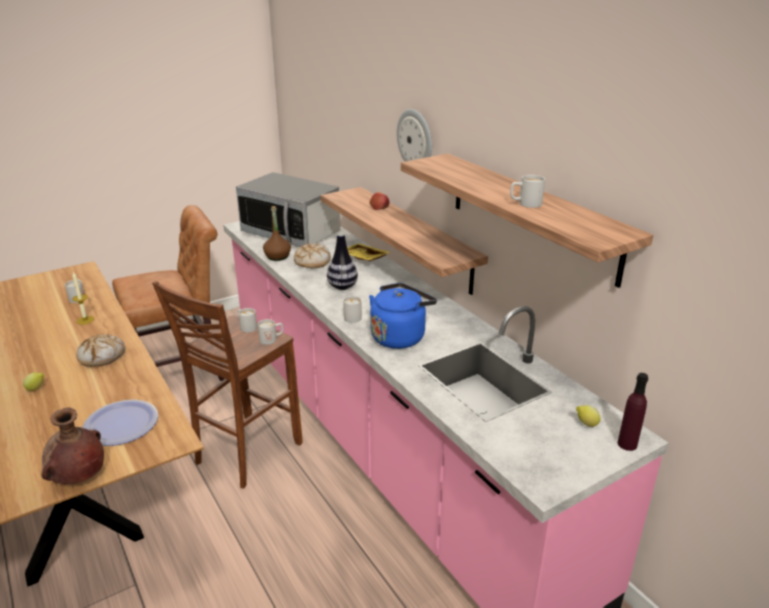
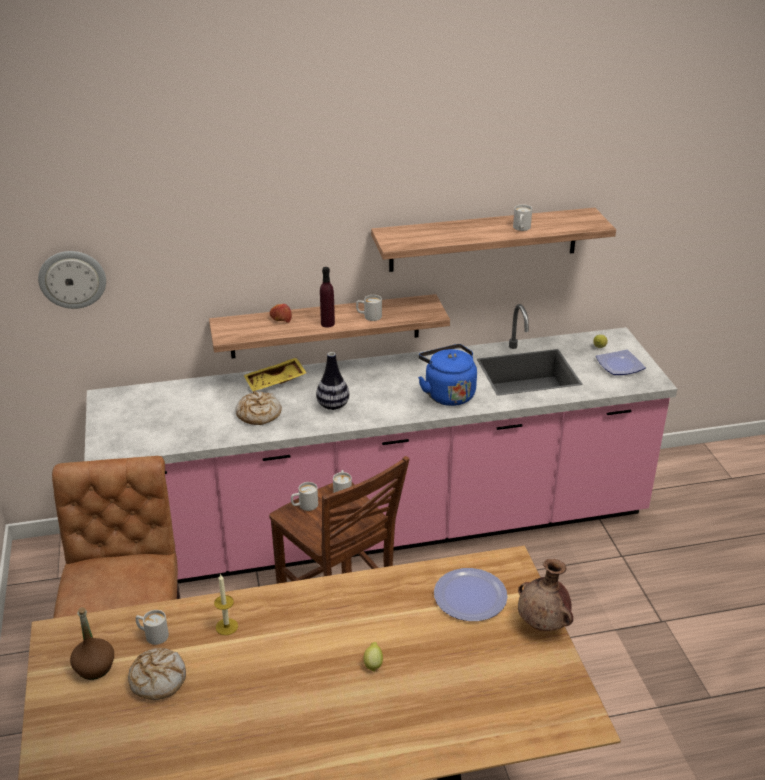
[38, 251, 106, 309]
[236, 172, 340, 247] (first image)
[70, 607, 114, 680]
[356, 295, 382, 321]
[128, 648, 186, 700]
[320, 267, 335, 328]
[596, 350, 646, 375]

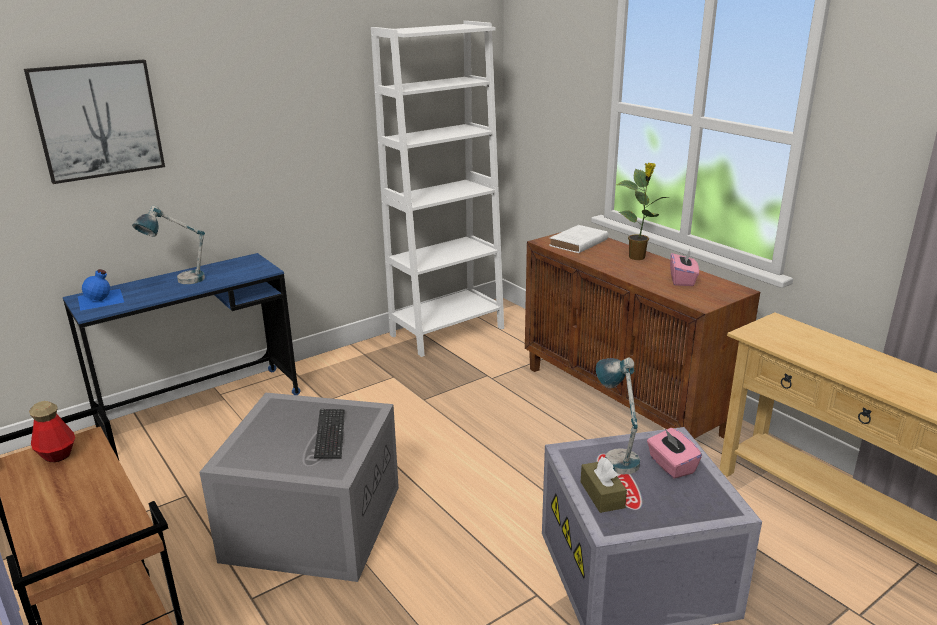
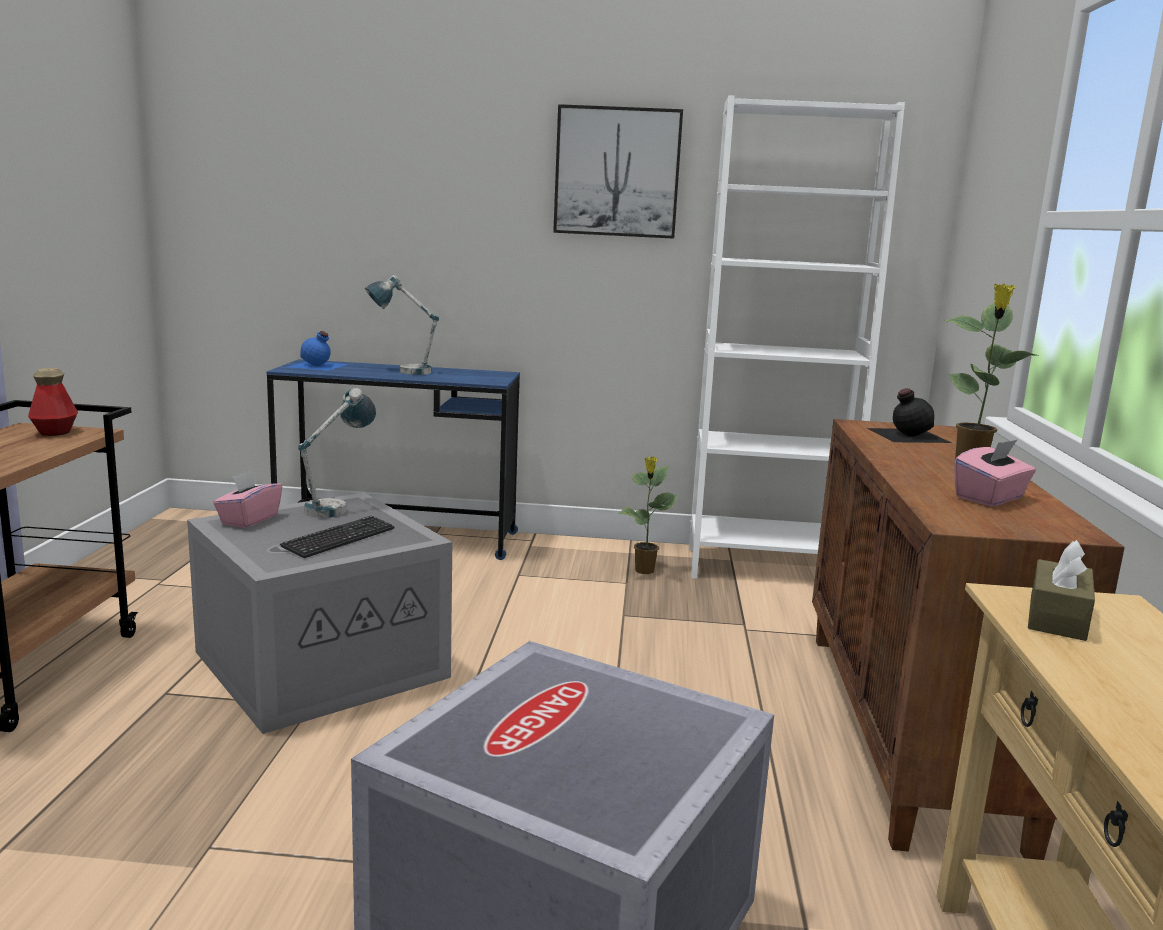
[553, 104, 683, 239]
[867, 388, 951, 443]
[298, 388, 376, 518]
[213, 470, 282, 528]
[1028, 540, 1095, 641]
[619, 456, 678, 574]

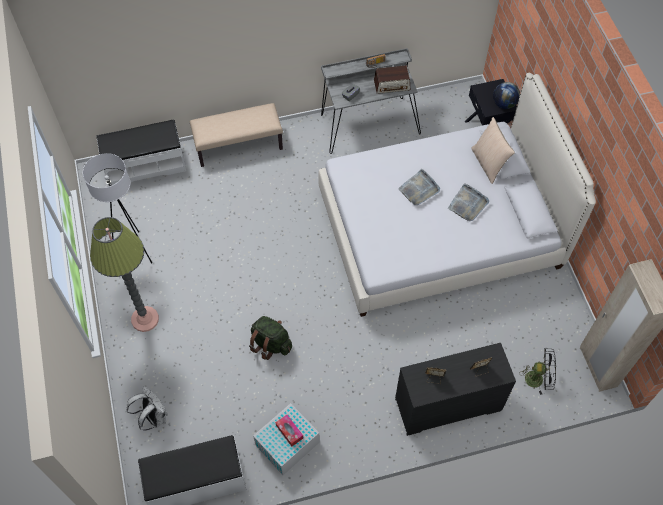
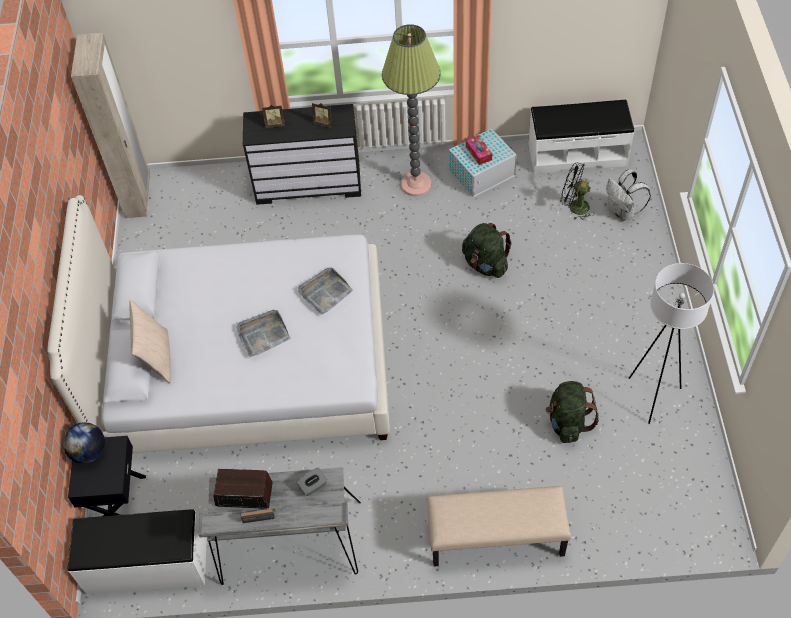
[68, 509, 207, 595]
[298, 268, 353, 315]
[382, 24, 441, 196]
[561, 162, 594, 220]
[546, 381, 599, 443]

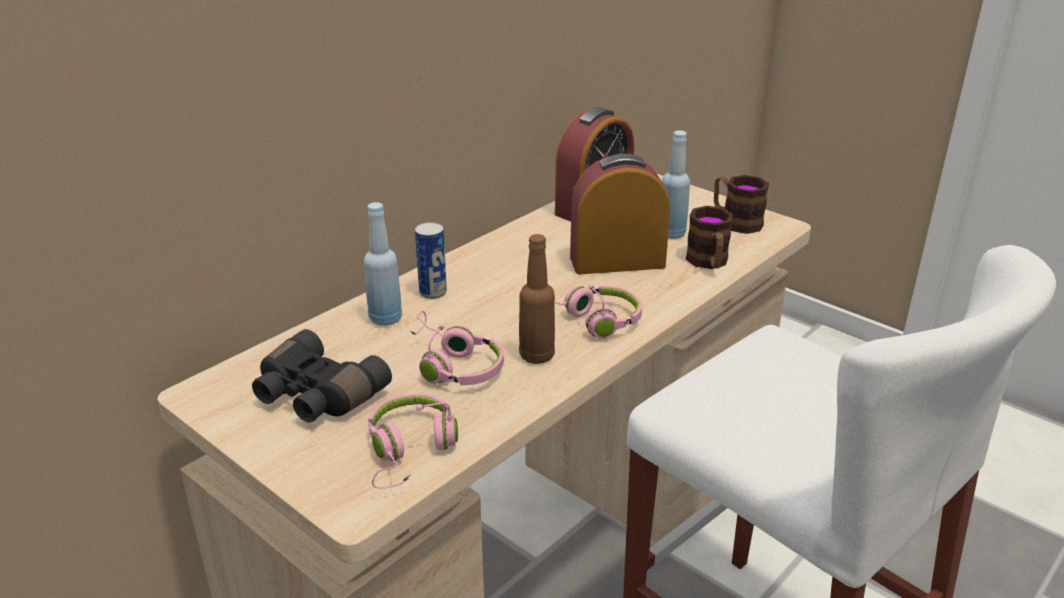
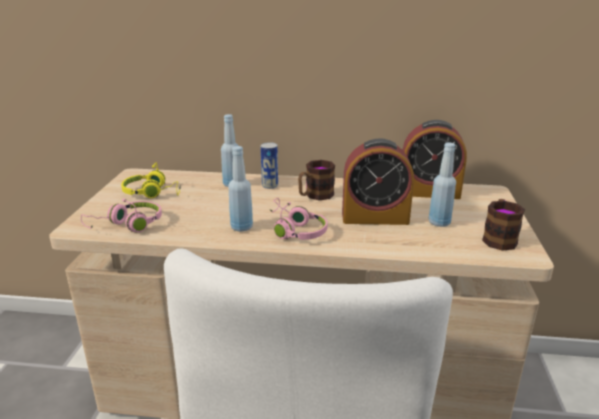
[342, 138, 414, 225]
[298, 160, 335, 200]
[228, 146, 253, 232]
[410, 311, 504, 385] (first image)
[121, 163, 181, 198]

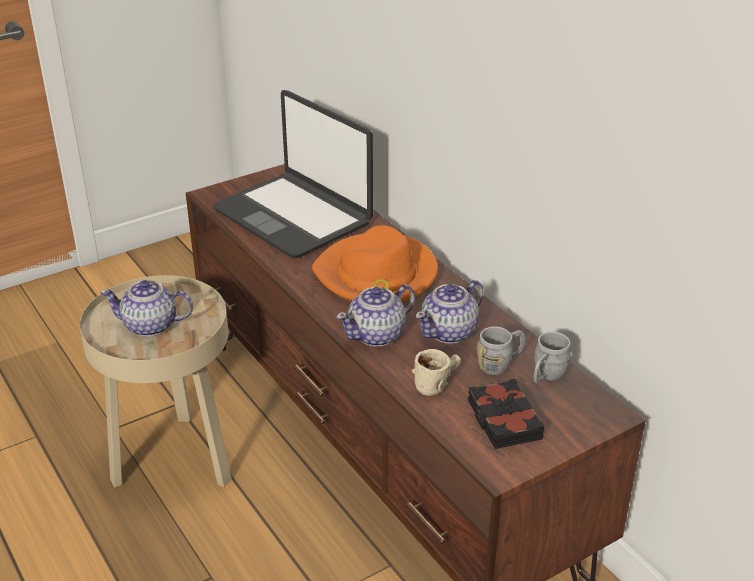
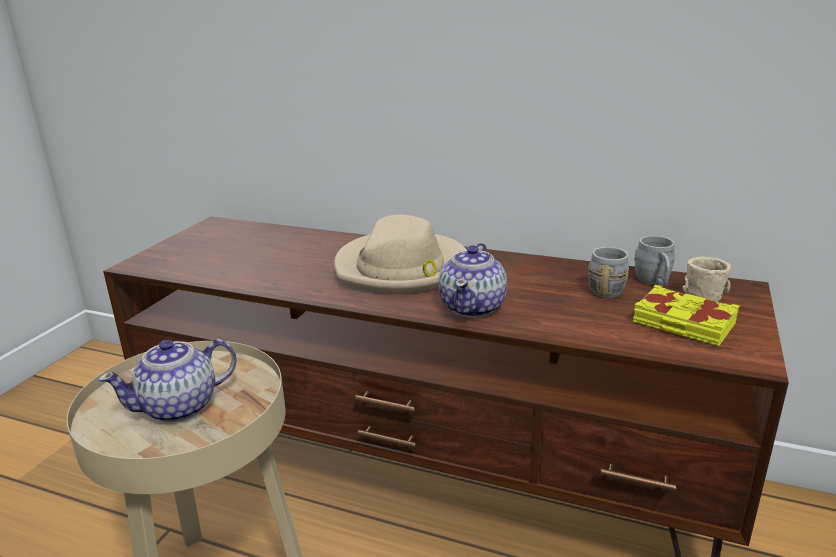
[213, 90, 373, 258] (first image)
[334, 214, 466, 293]
[415, 280, 483, 344] (first image)
[682, 256, 731, 302]
[633, 285, 739, 346]

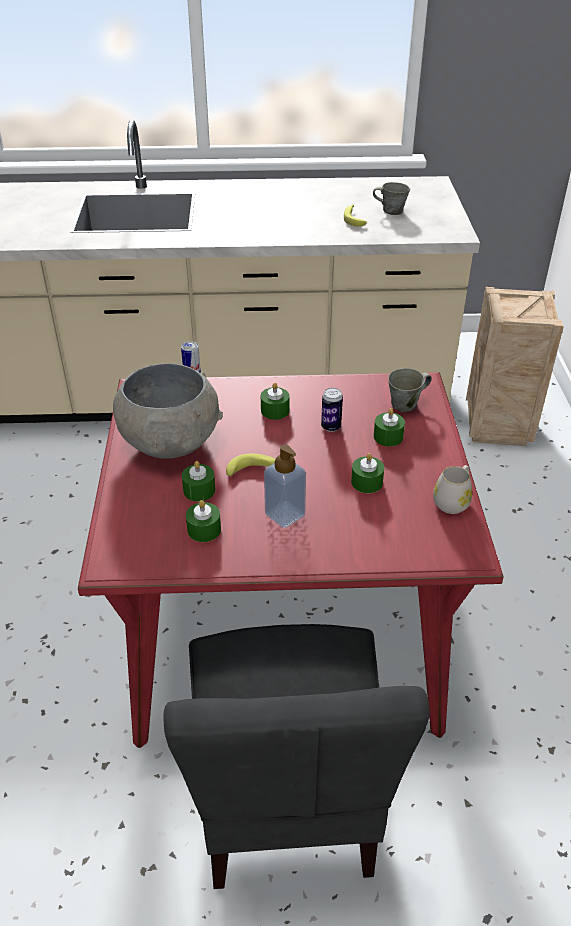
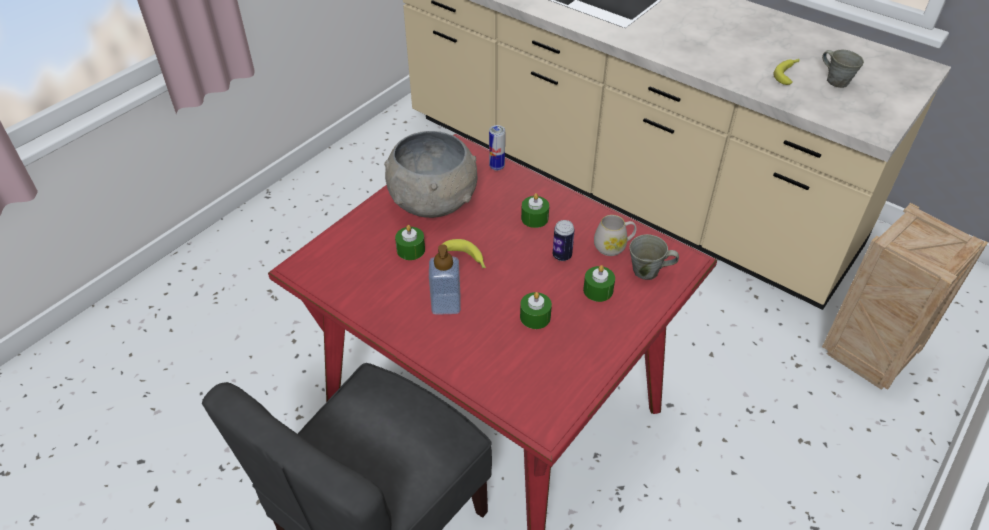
[594, 215, 636, 256]
[186, 500, 221, 542] (first image)

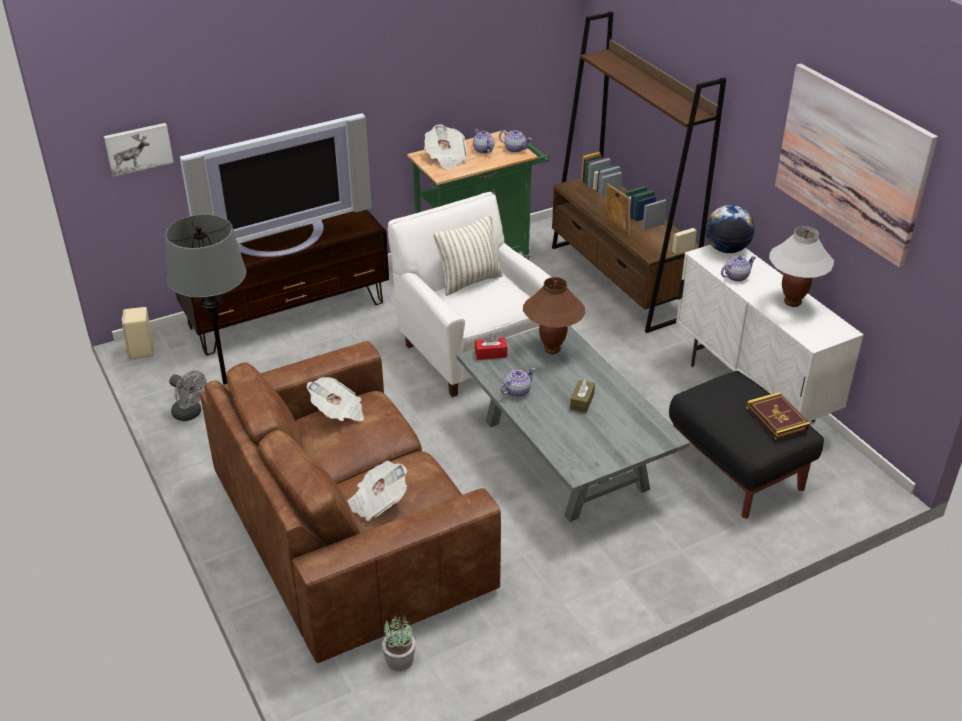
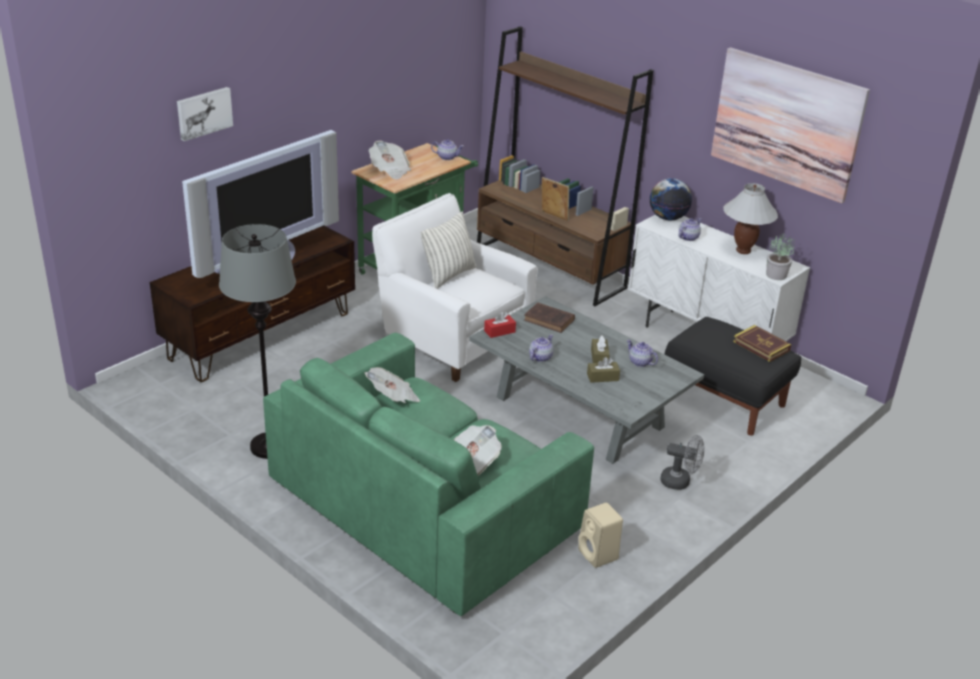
[177, 87, 233, 141]
[627, 340, 658, 367]
[524, 302, 575, 333]
[578, 503, 623, 568]
[263, 333, 594, 616]
[660, 435, 704, 490]
[766, 233, 795, 280]
[587, 357, 620, 383]

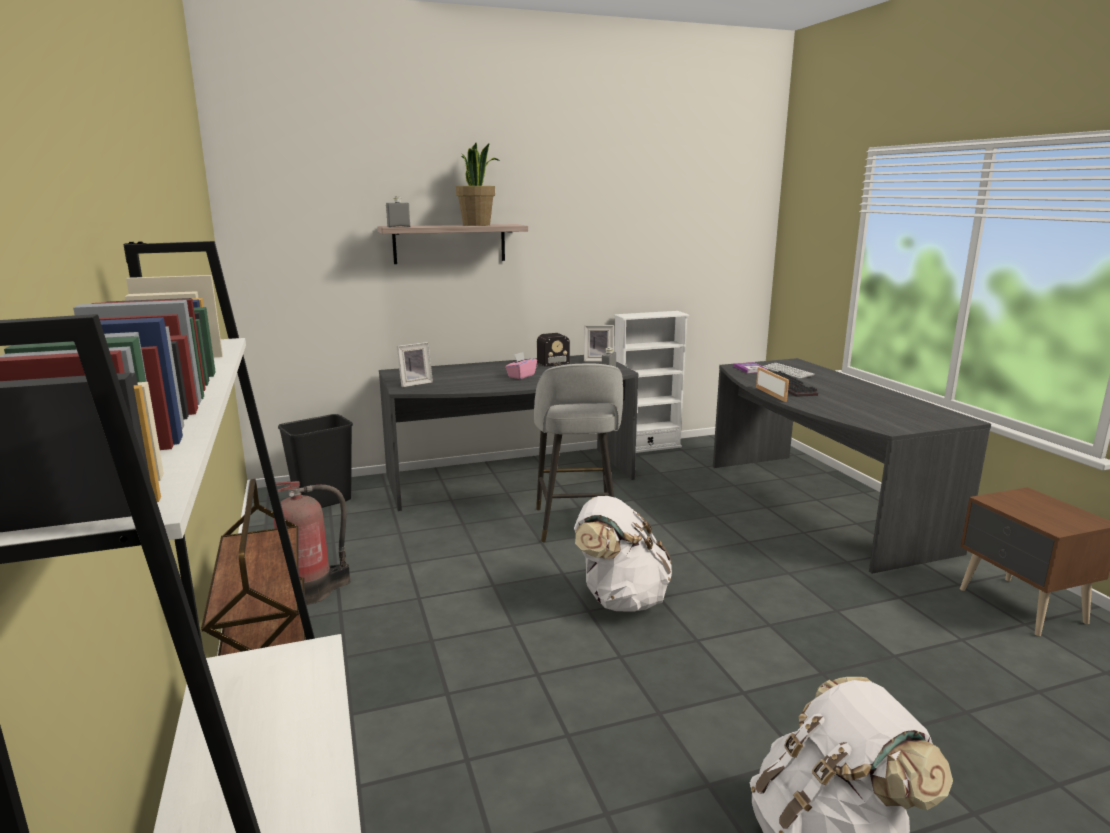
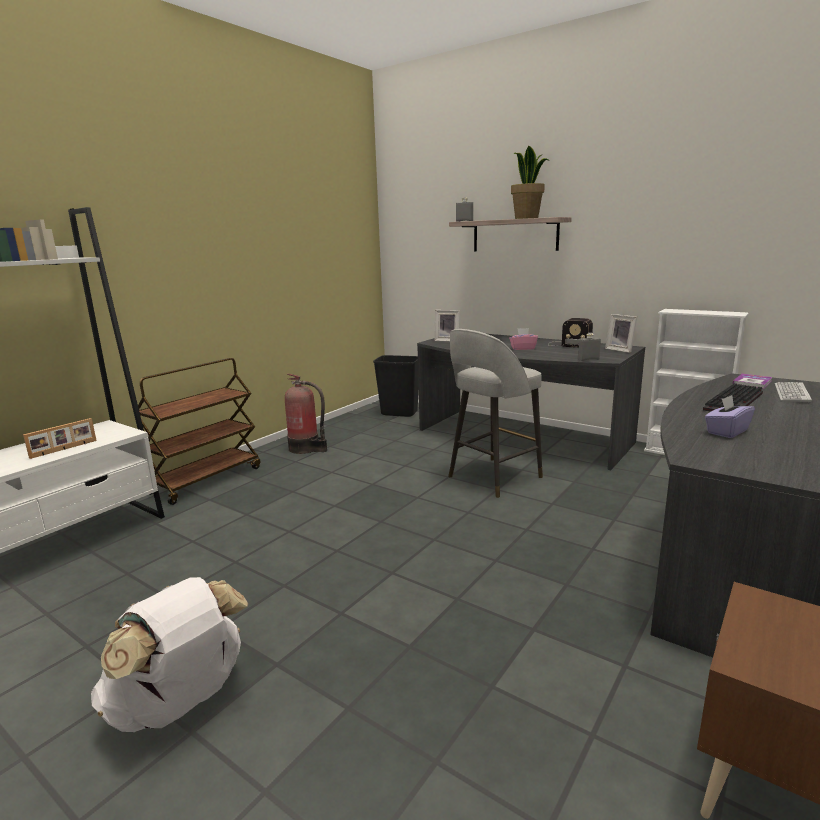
[23, 418, 97, 459]
[574, 496, 672, 612] (first image)
[705, 395, 755, 438]

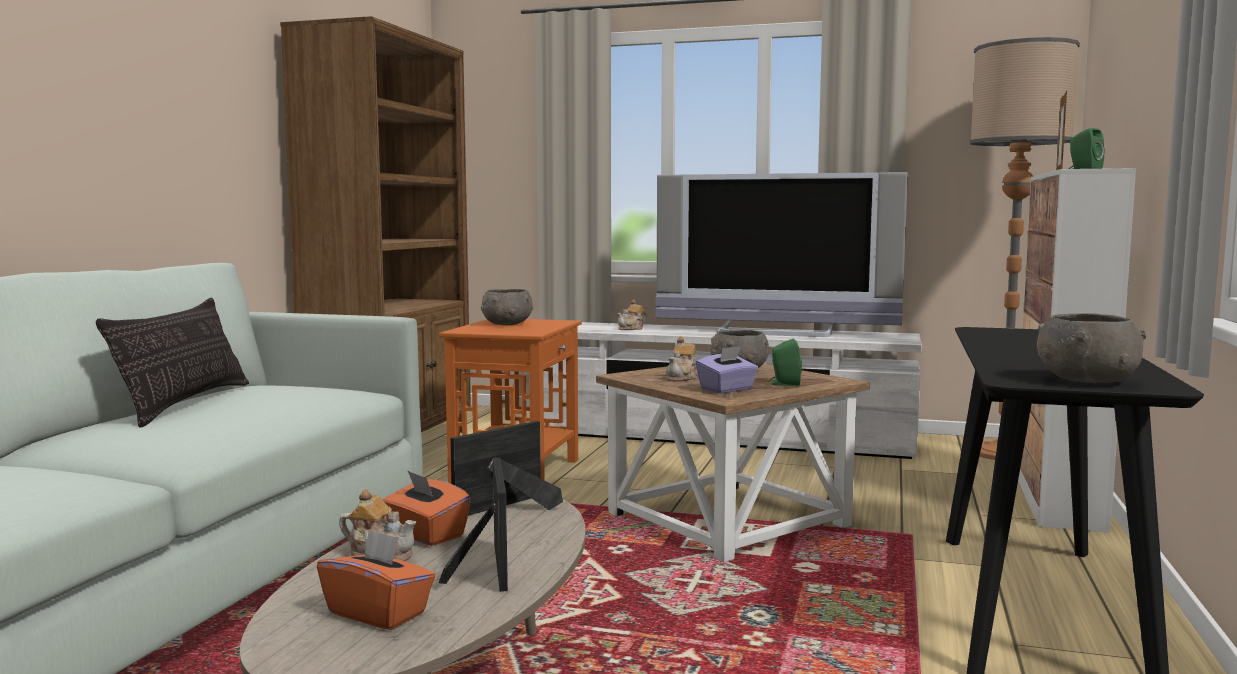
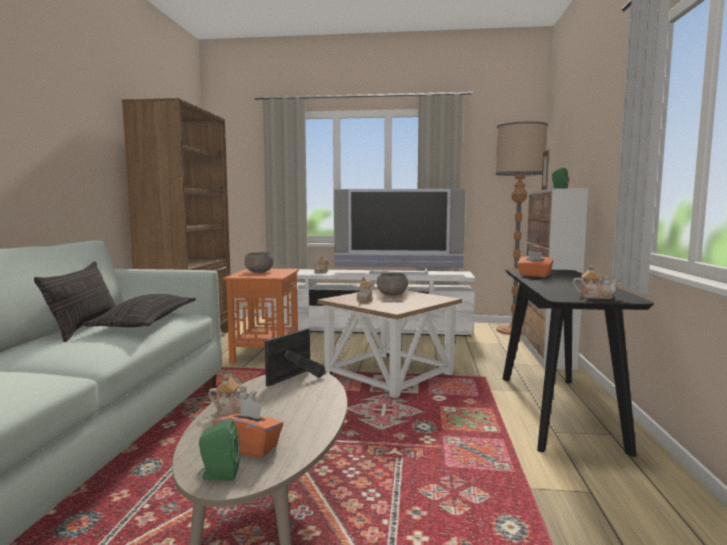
[573, 265, 619, 299]
[198, 418, 240, 481]
[696, 346, 758, 393] (first image)
[438, 458, 508, 592] (first image)
[517, 251, 554, 277]
[82, 294, 196, 327]

